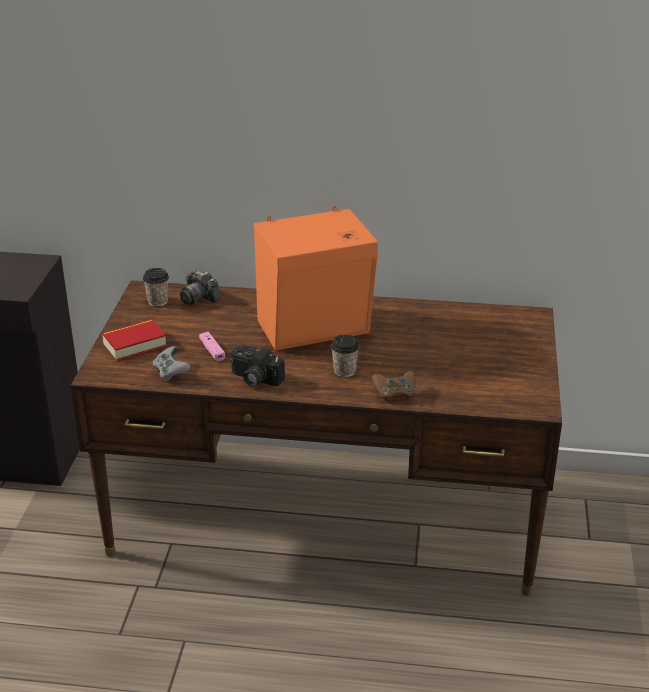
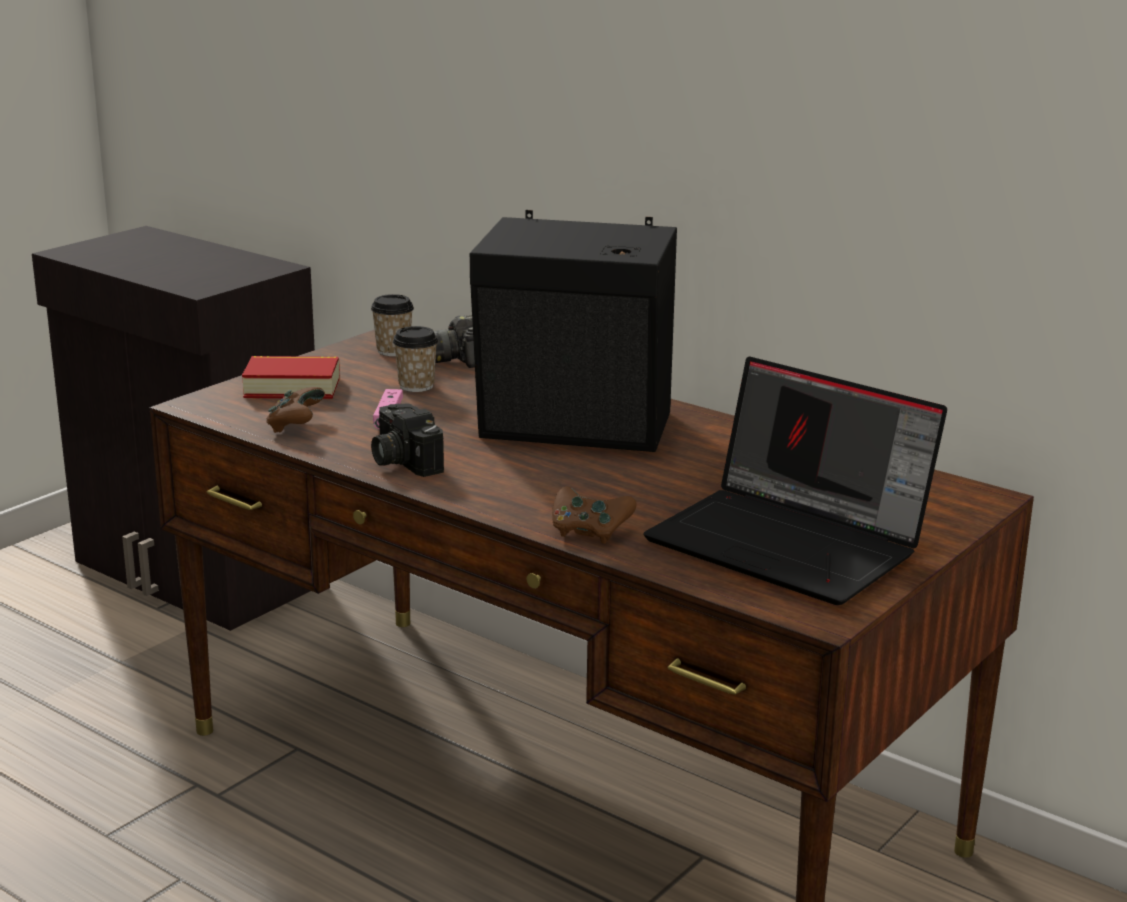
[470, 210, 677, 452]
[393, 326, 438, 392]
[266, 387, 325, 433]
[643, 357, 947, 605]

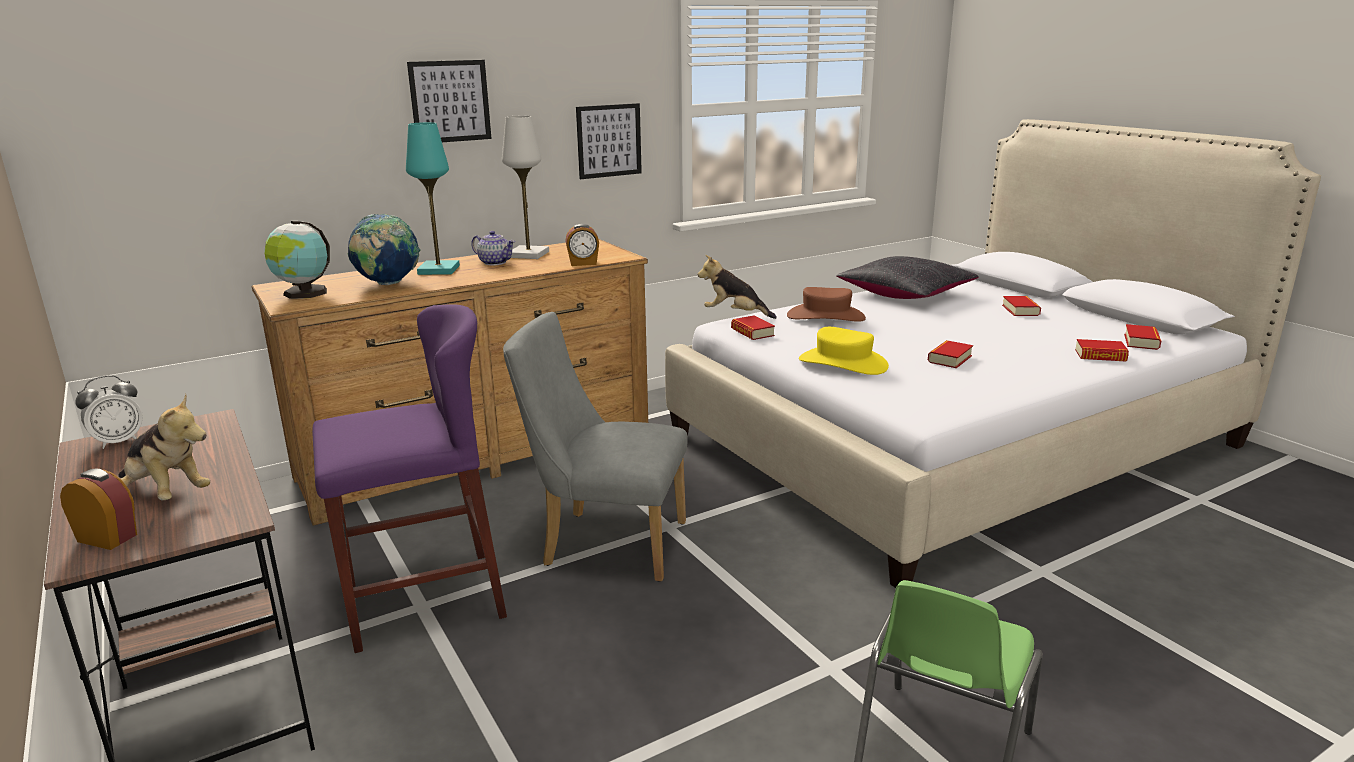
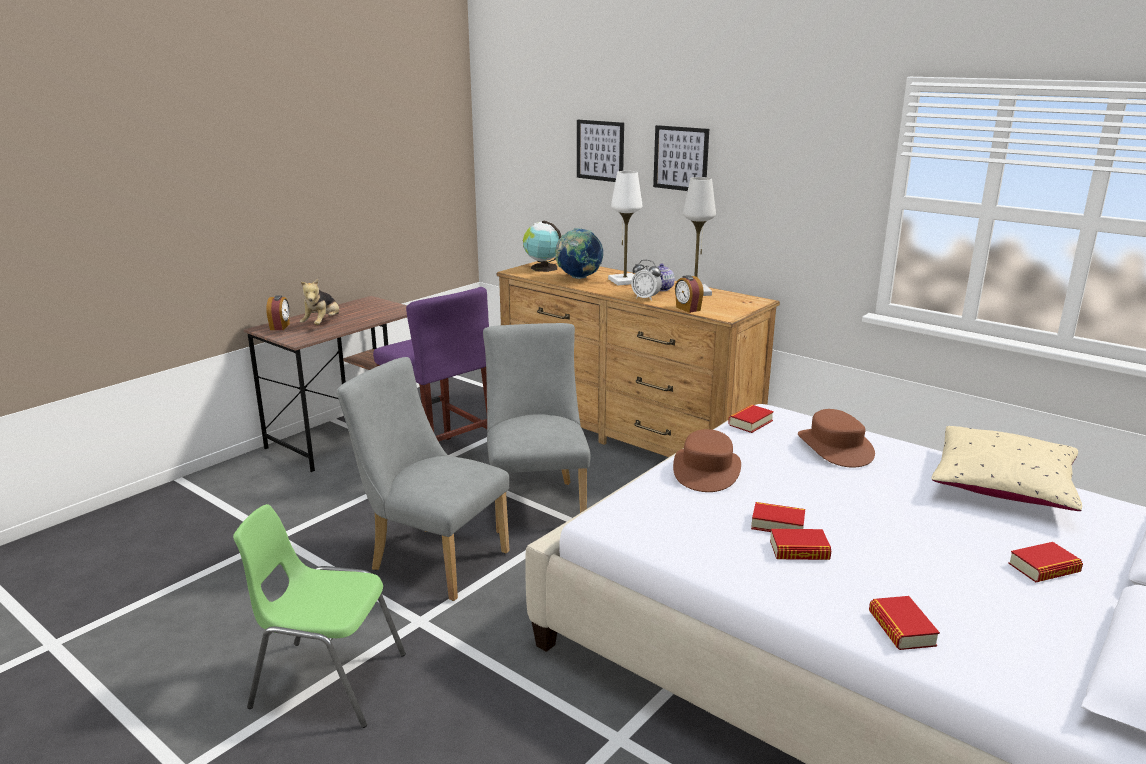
[577, 120, 624, 182]
[608, 171, 642, 286]
[698, 255, 777, 319] (first image)
[931, 426, 1082, 511]
[770, 529, 831, 560]
[673, 429, 741, 492]
[631, 260, 662, 301]
[337, 357, 509, 601]

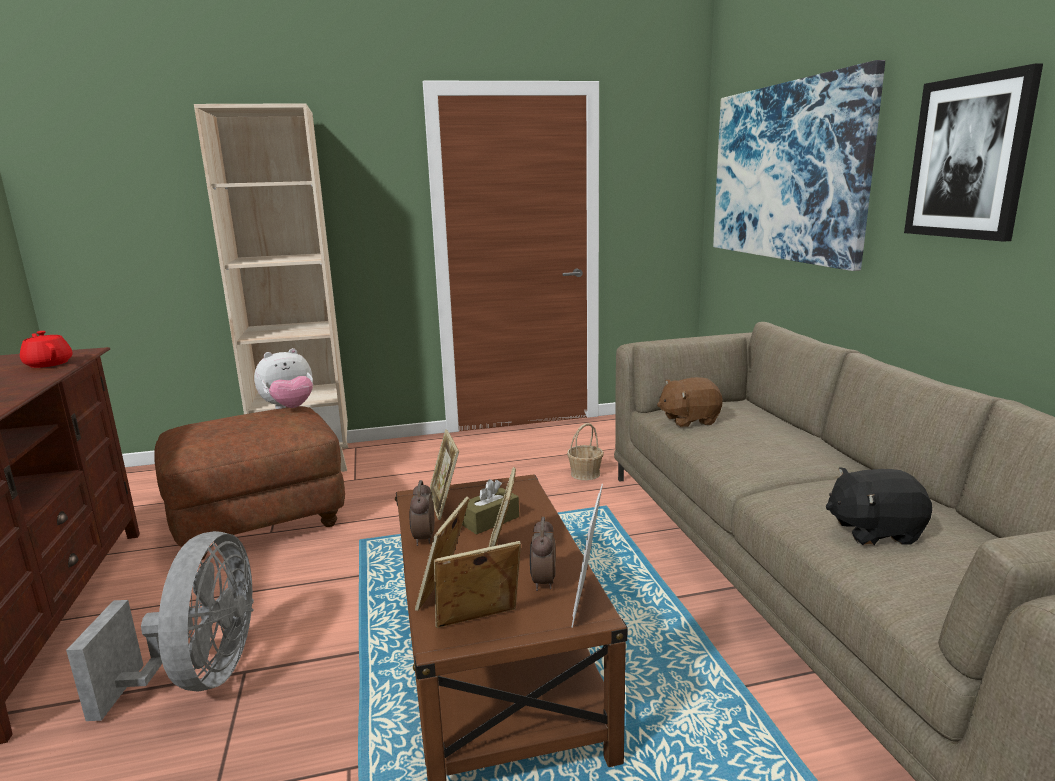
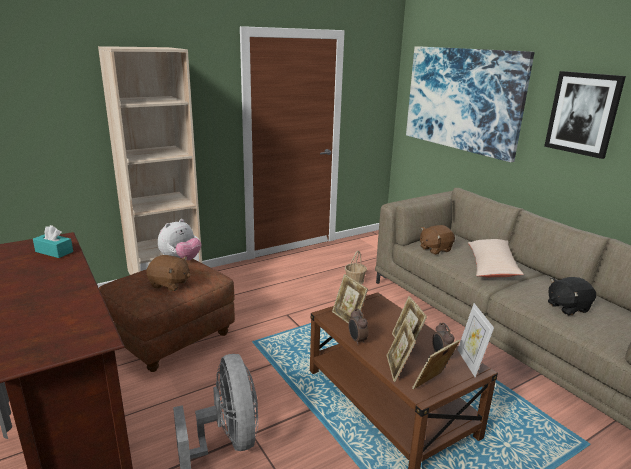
[33, 225, 73, 258]
[459, 479, 519, 535] (first image)
[468, 239, 524, 277]
[146, 255, 190, 291]

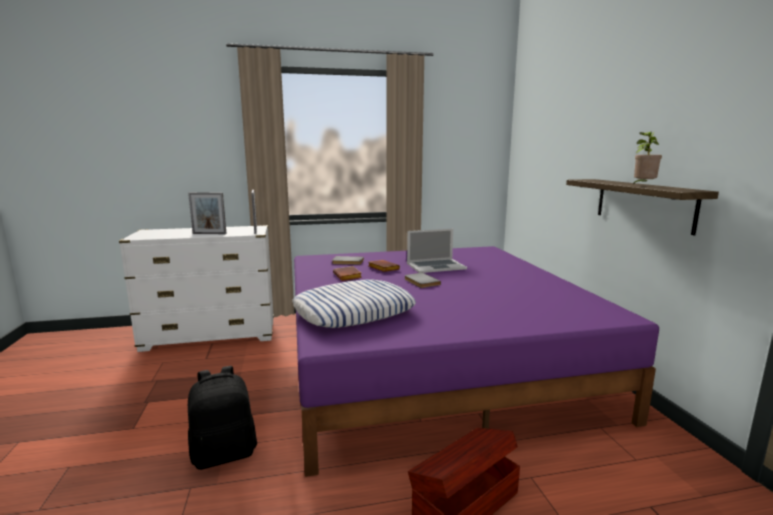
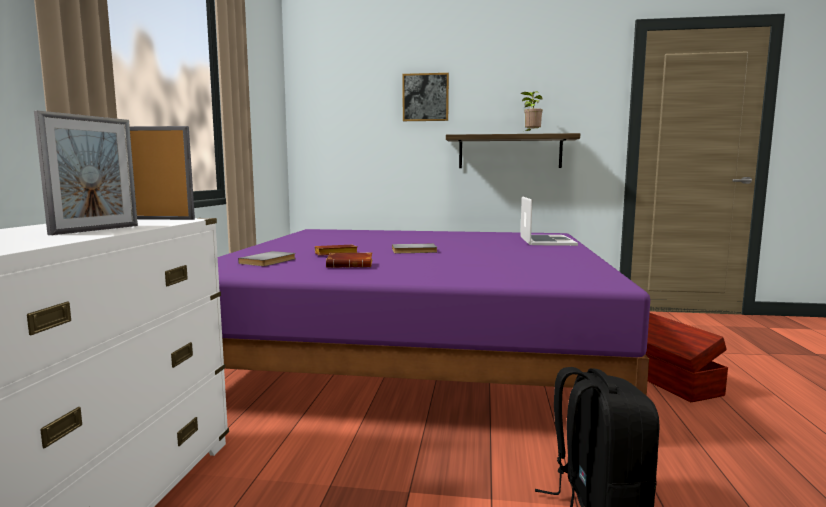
[520, 197, 578, 246]
[292, 279, 416, 328] (first image)
[403, 73, 449, 121]

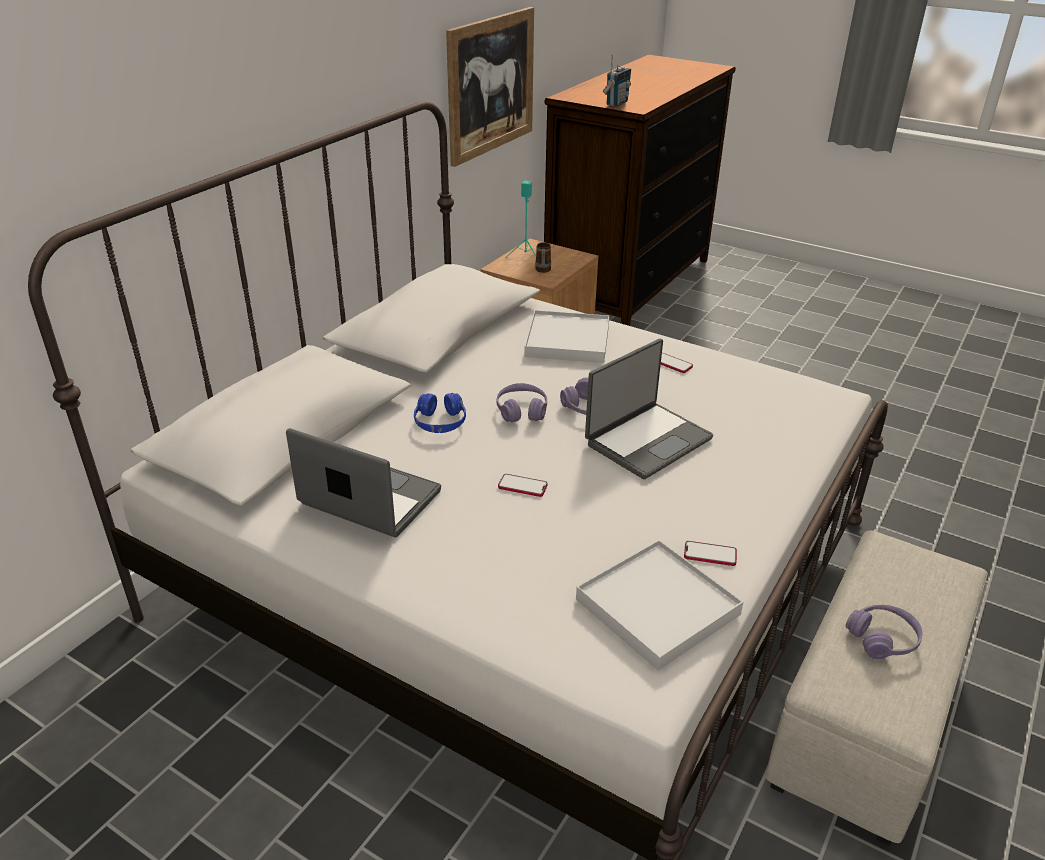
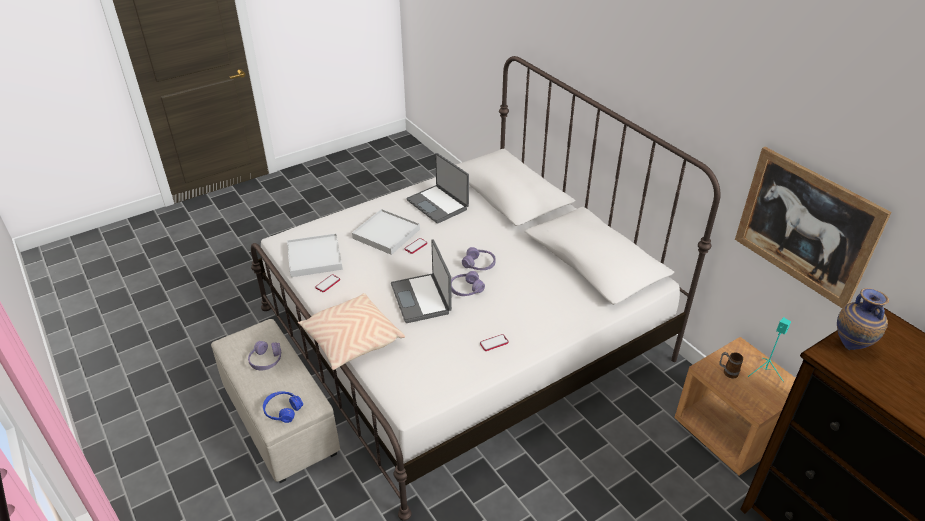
[837, 288, 889, 350]
[352, 209, 420, 255]
[263, 391, 303, 423]
[406, 153, 469, 224]
[298, 293, 405, 370]

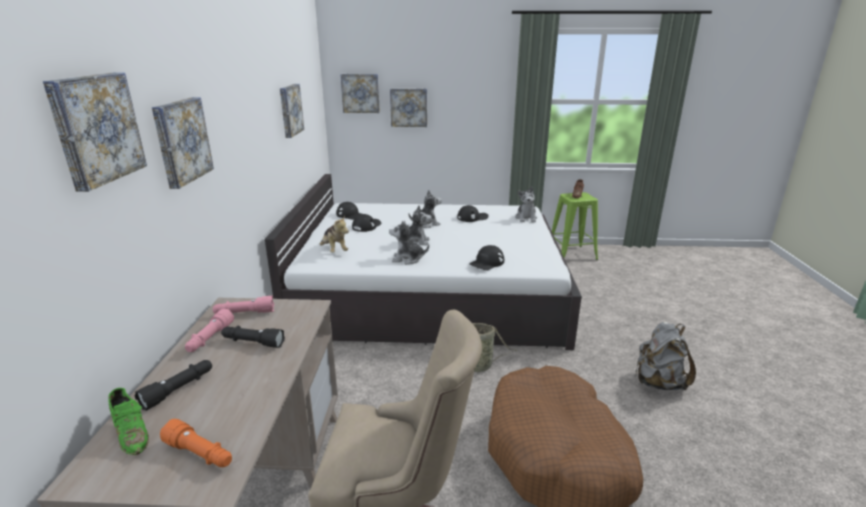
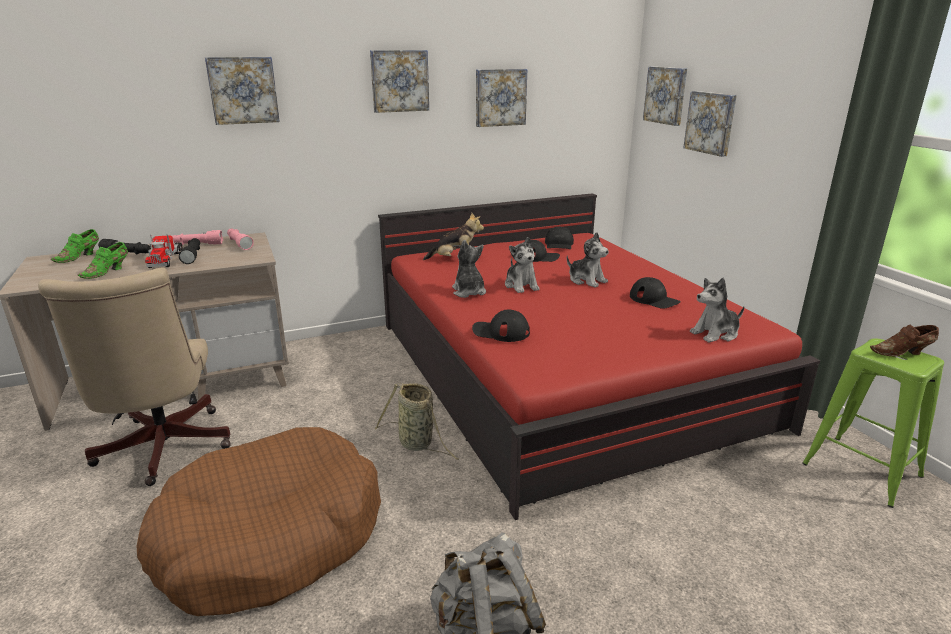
[370, 50, 429, 113]
[378, 193, 820, 520]
[423, 213, 484, 260]
[160, 419, 232, 467] (first image)
[145, 234, 183, 268]
[78, 242, 128, 279]

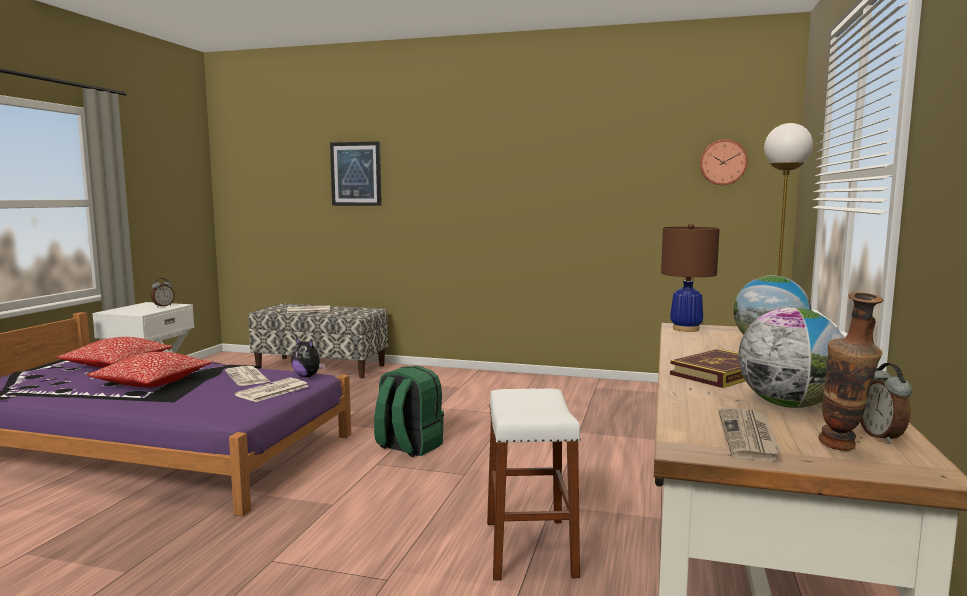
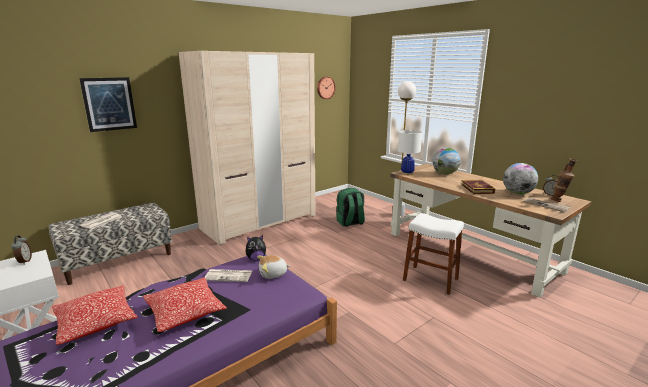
[398, 130, 422, 175]
[336, 188, 365, 227]
[257, 255, 290, 279]
[178, 51, 315, 245]

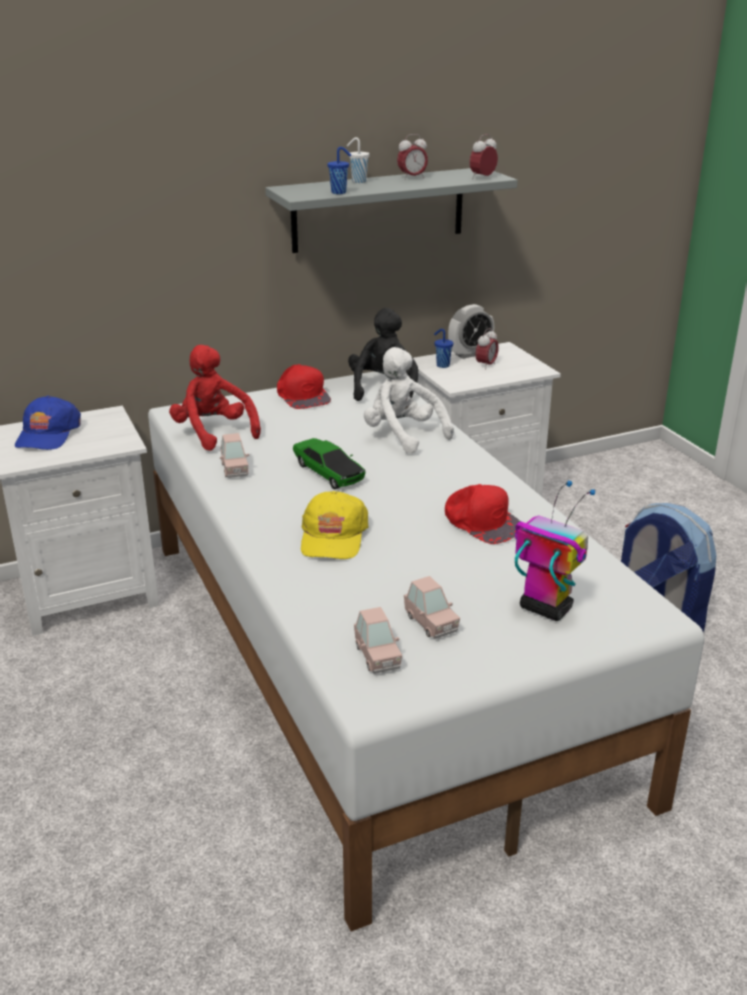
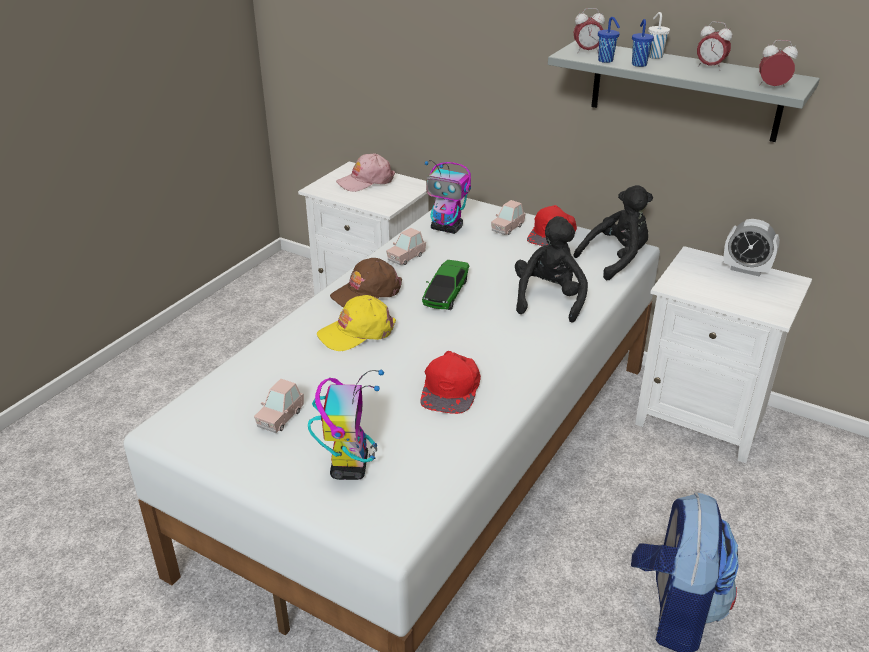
[573, 8, 605, 53]
[632, 19, 654, 67]
[425, 160, 471, 234]
[515, 216, 588, 323]
[336, 153, 395, 192]
[491, 200, 526, 235]
[330, 258, 402, 307]

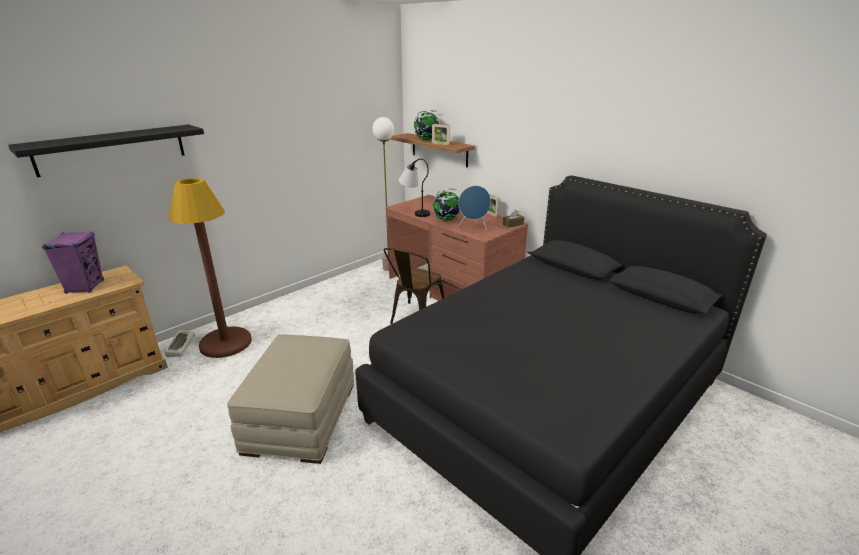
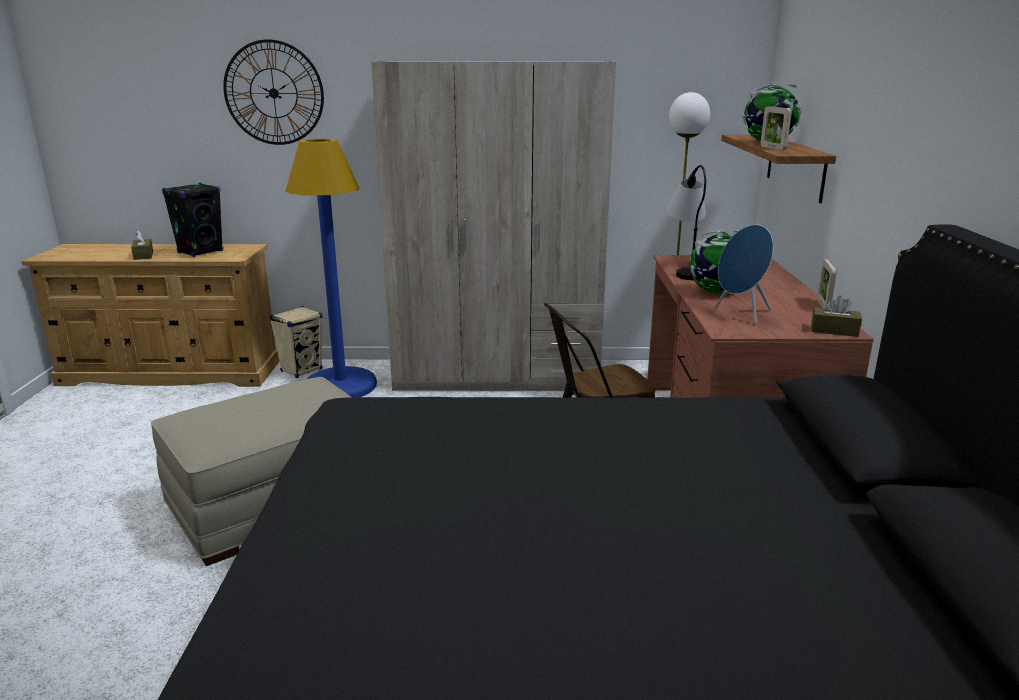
[223, 39, 324, 145]
[285, 139, 377, 397]
[162, 183, 223, 257]
[270, 306, 323, 378]
[372, 61, 616, 391]
[131, 230, 153, 260]

